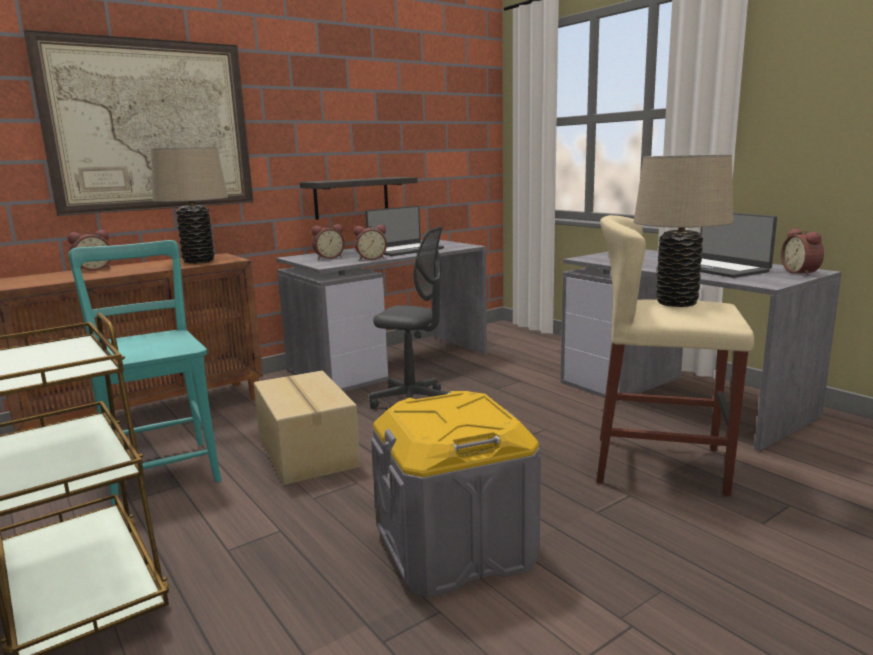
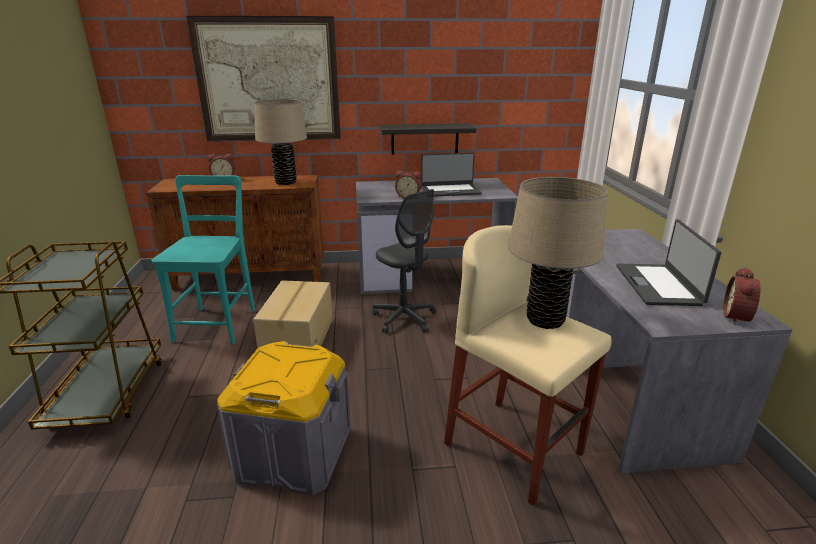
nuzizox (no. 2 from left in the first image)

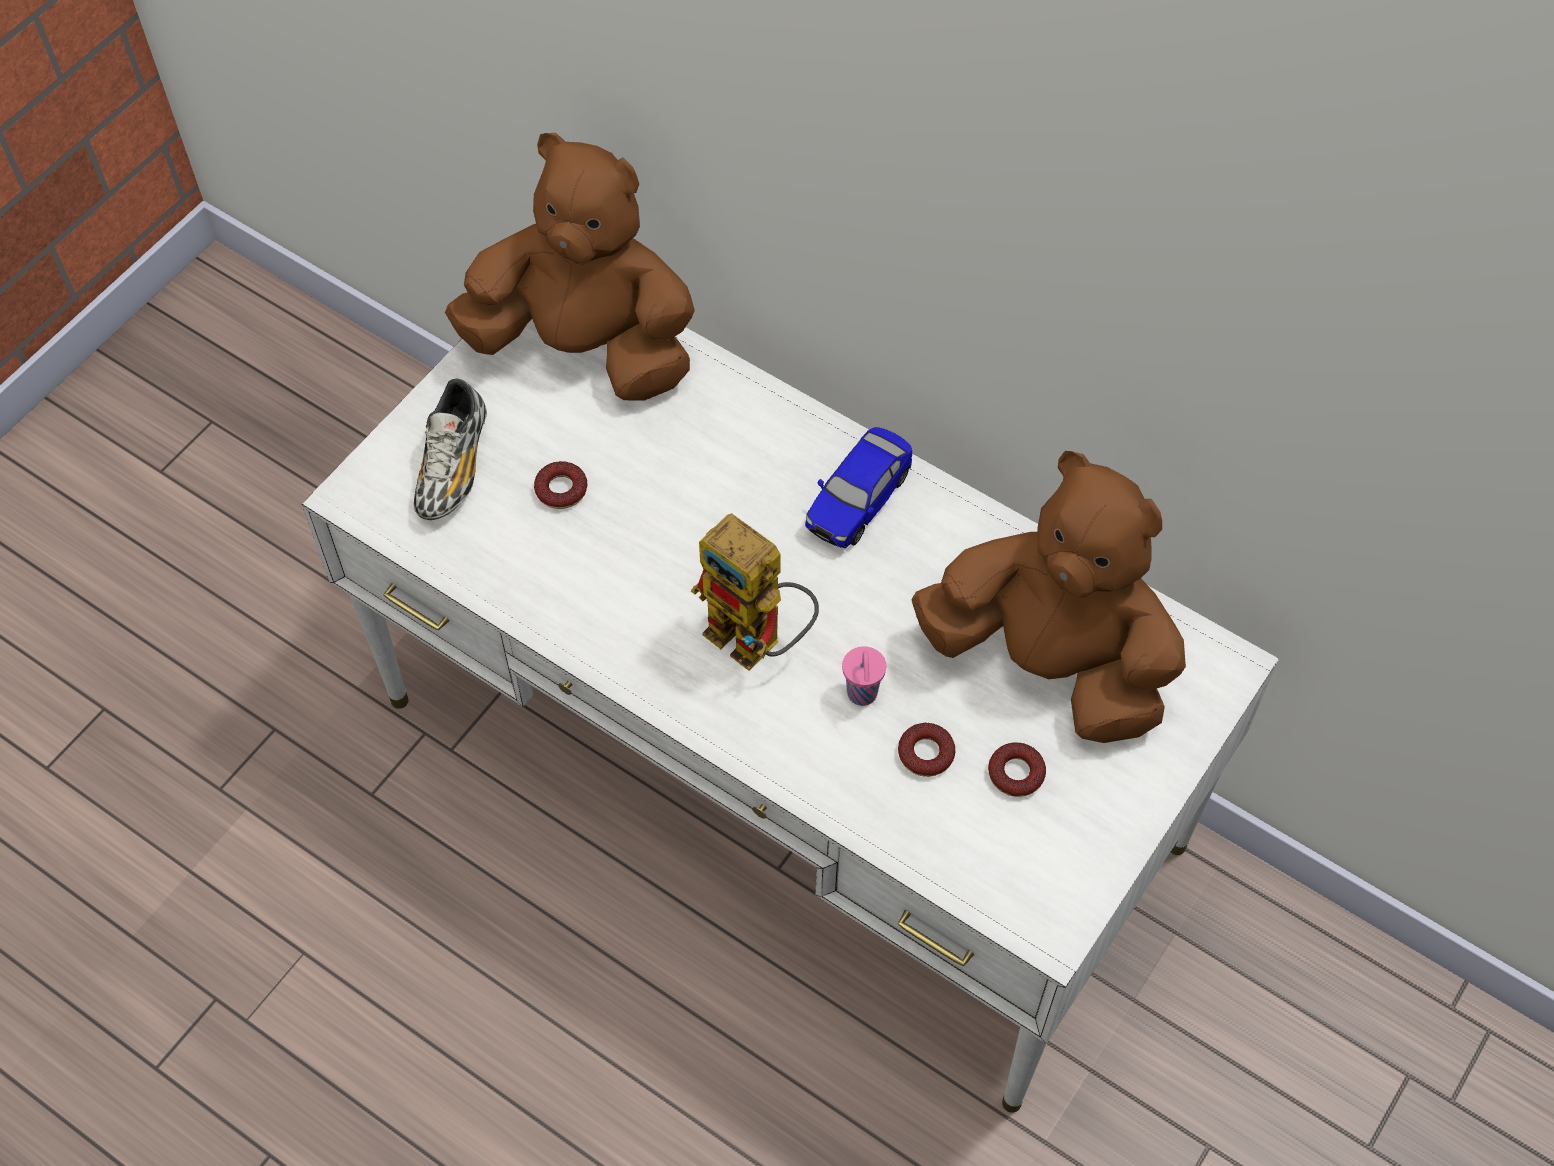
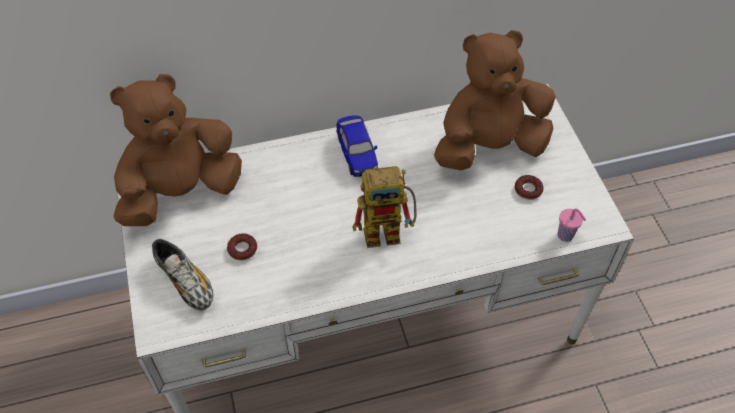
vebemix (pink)
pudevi (no. 2 from left in the first image)

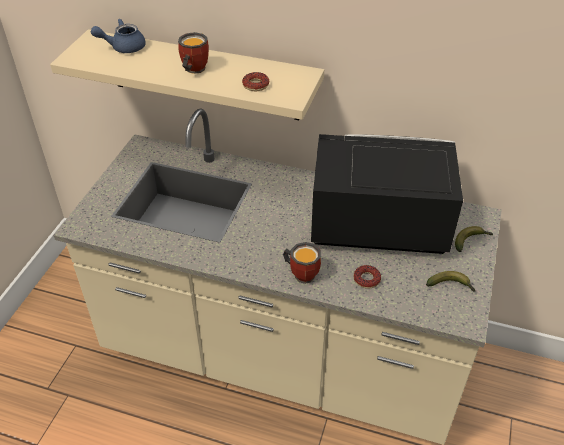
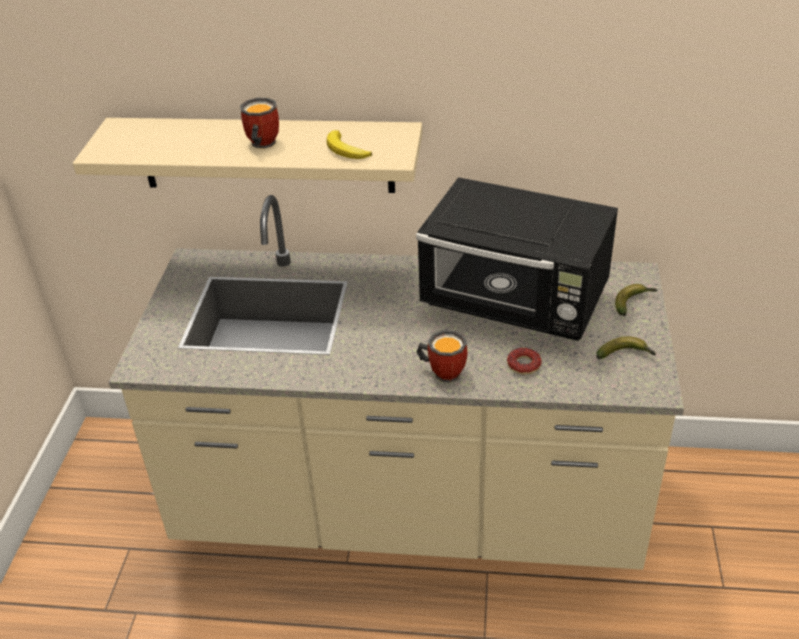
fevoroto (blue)
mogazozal (no. 1 from left)
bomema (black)

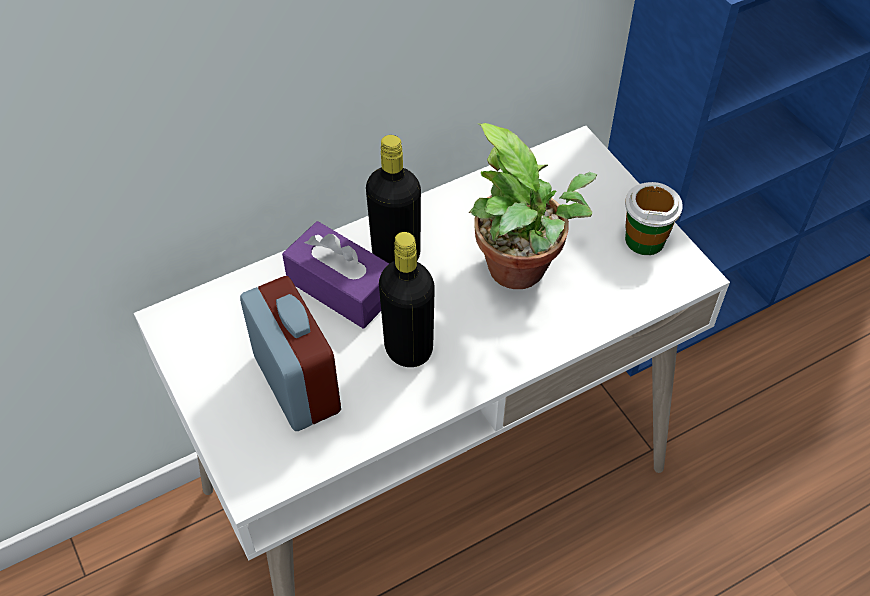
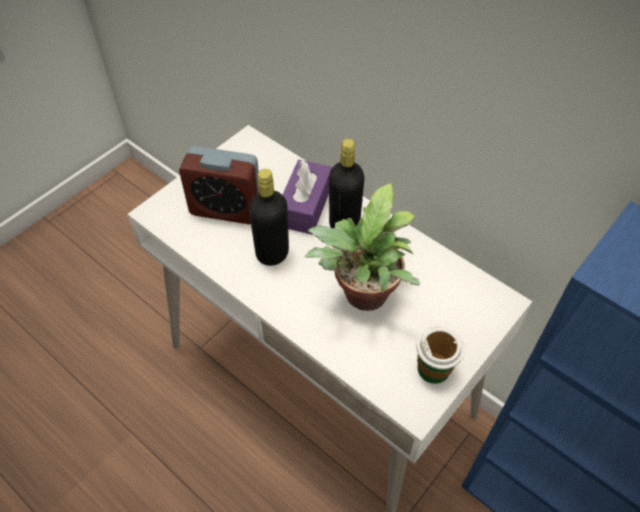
nuzizox

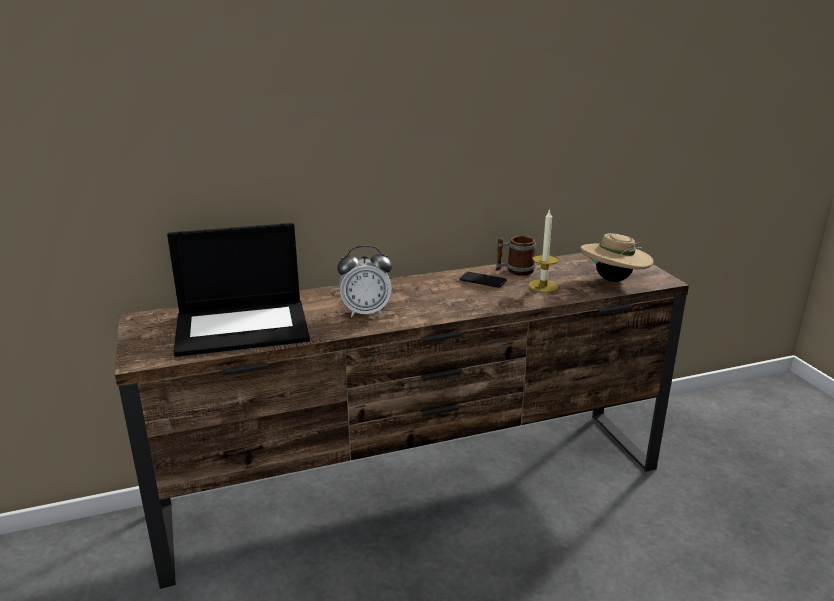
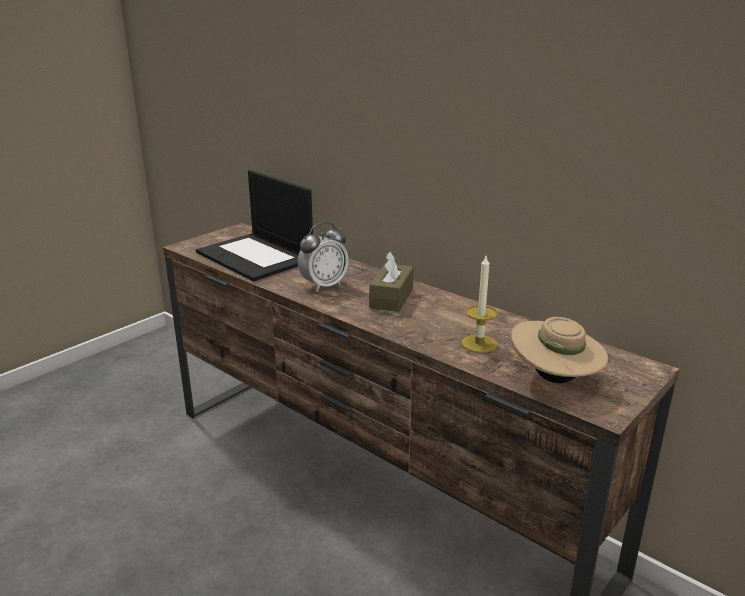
nuzizox
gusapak
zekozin
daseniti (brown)

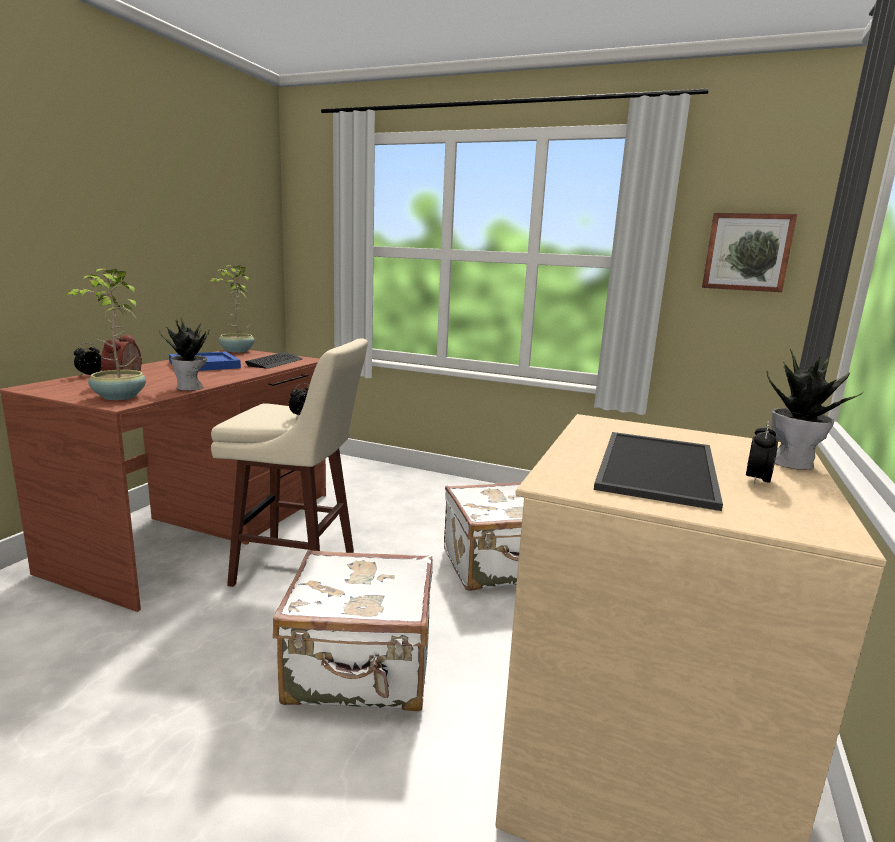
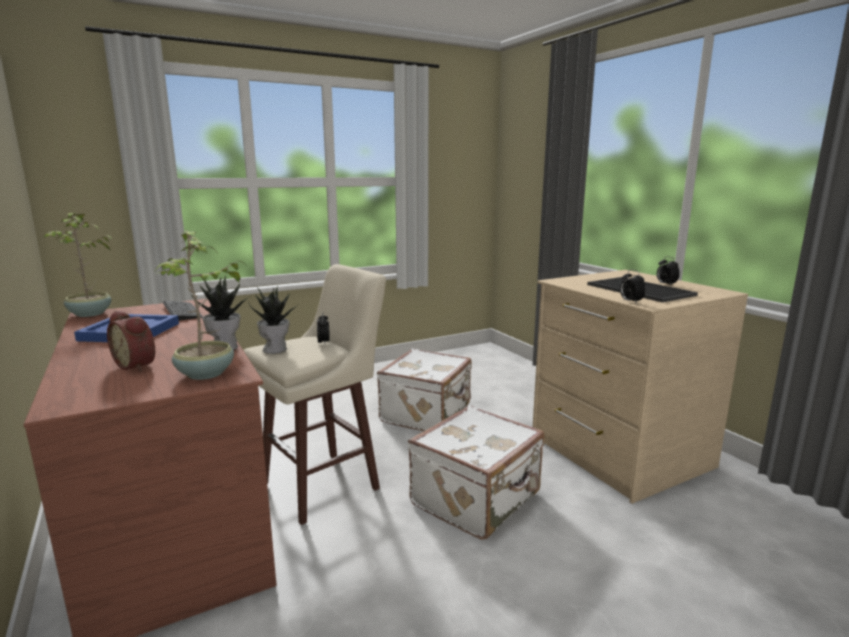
nuzizox (no. 3 from left)
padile
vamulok (no. 4 from left)

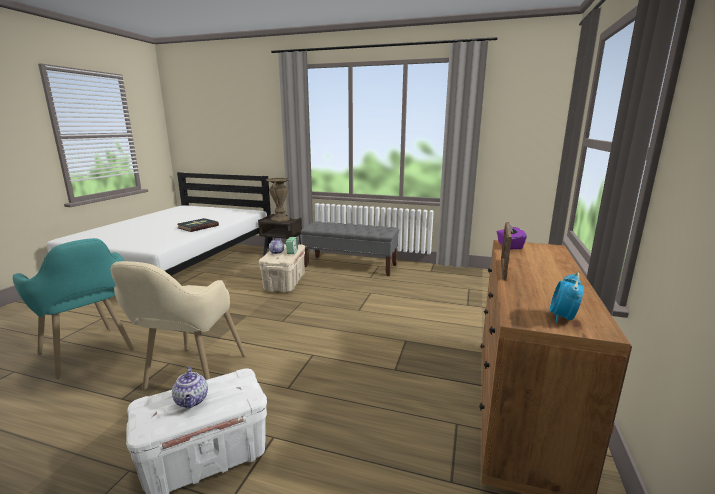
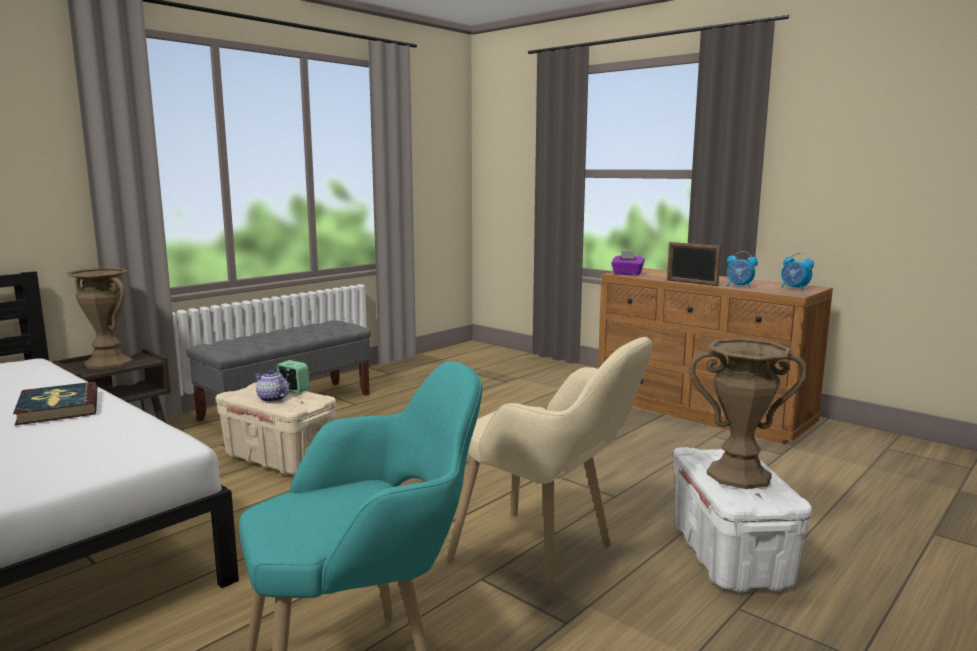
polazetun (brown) (no. 2 from left)
nuzizox (no. 2 from left)

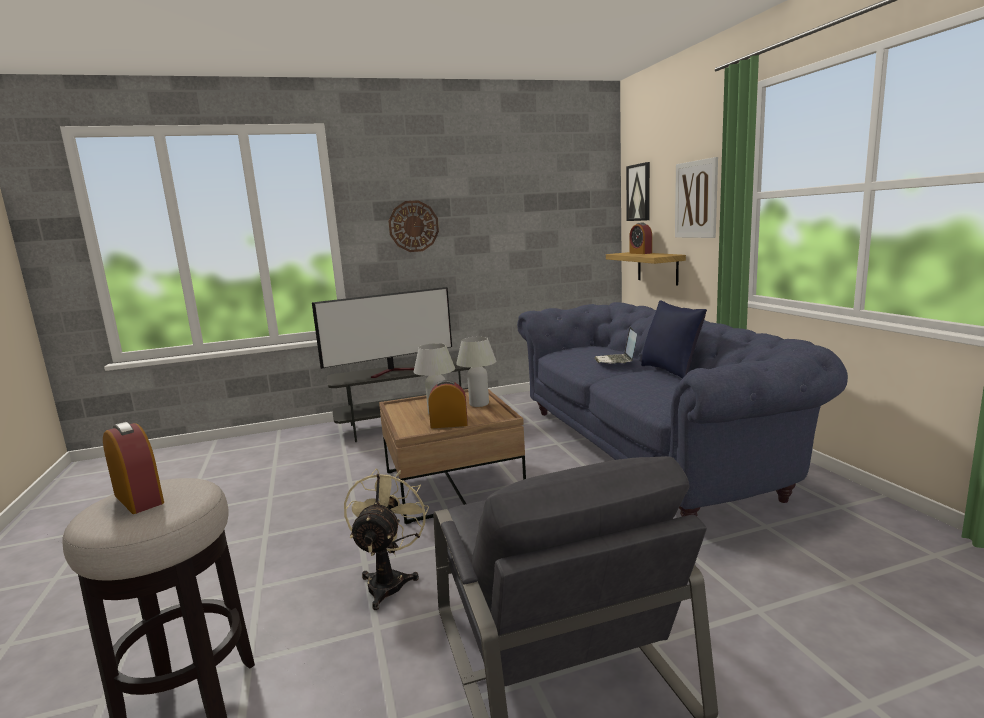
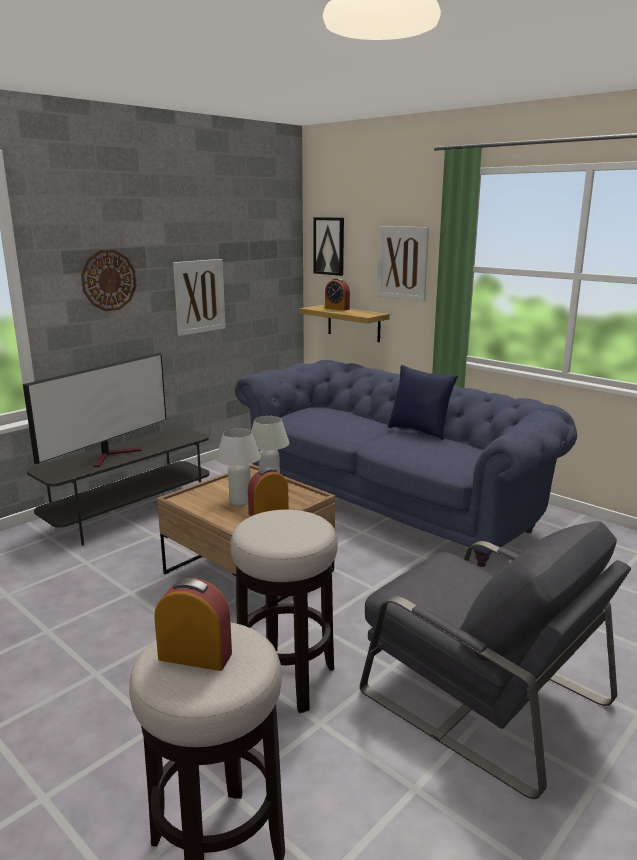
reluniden (no. 2 from left)
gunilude
padile (no. 1 from left)

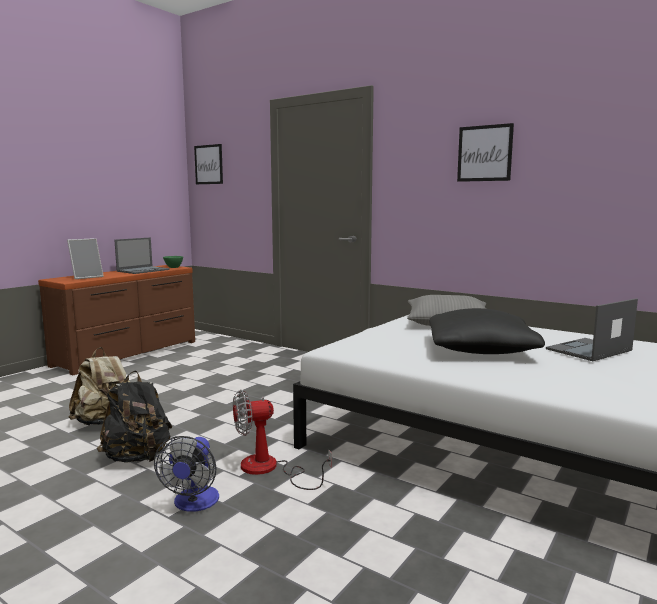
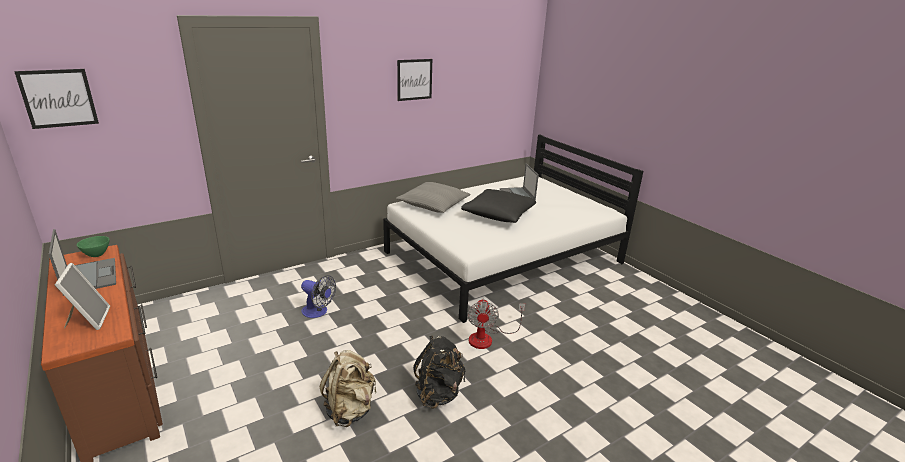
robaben (no. 1 from left)

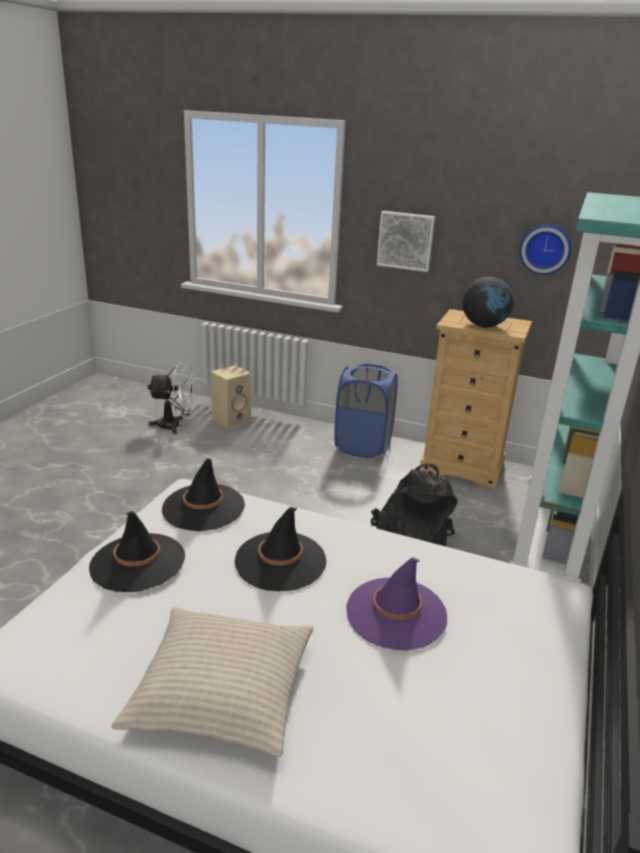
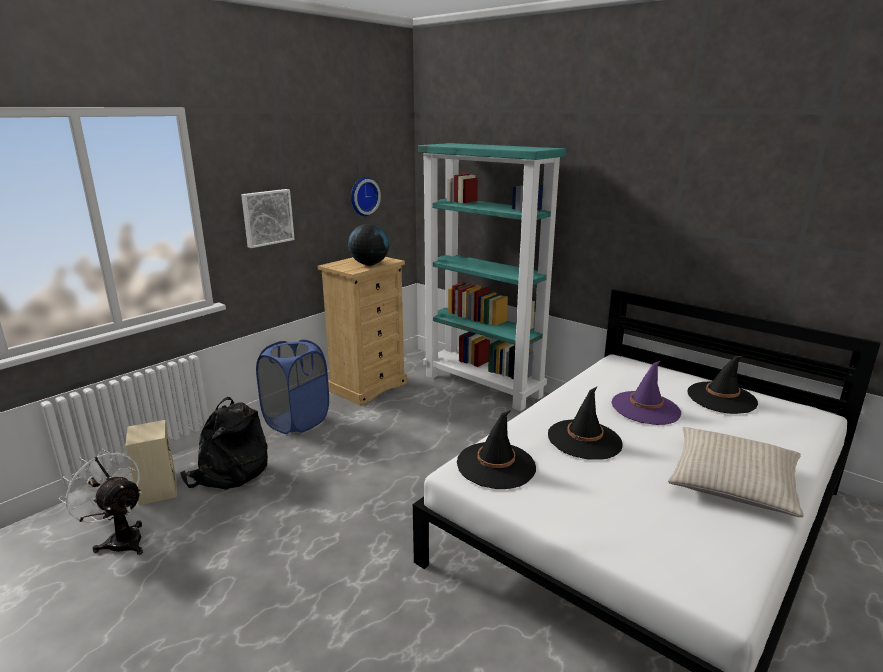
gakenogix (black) (no. 3 from left)
robaben (white)
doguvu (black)

